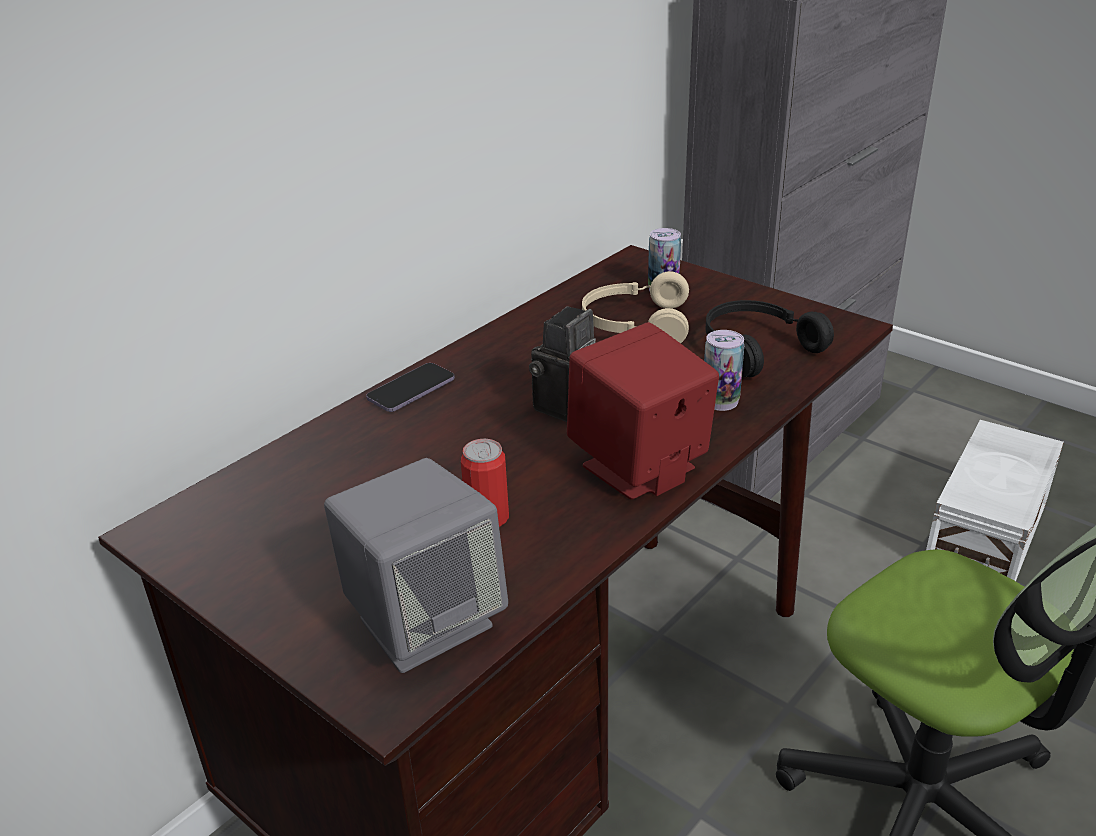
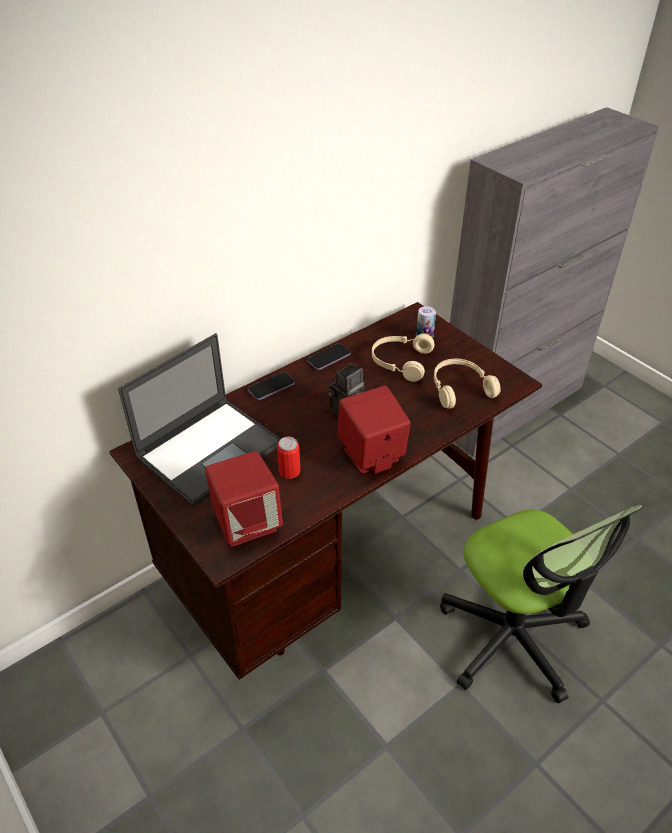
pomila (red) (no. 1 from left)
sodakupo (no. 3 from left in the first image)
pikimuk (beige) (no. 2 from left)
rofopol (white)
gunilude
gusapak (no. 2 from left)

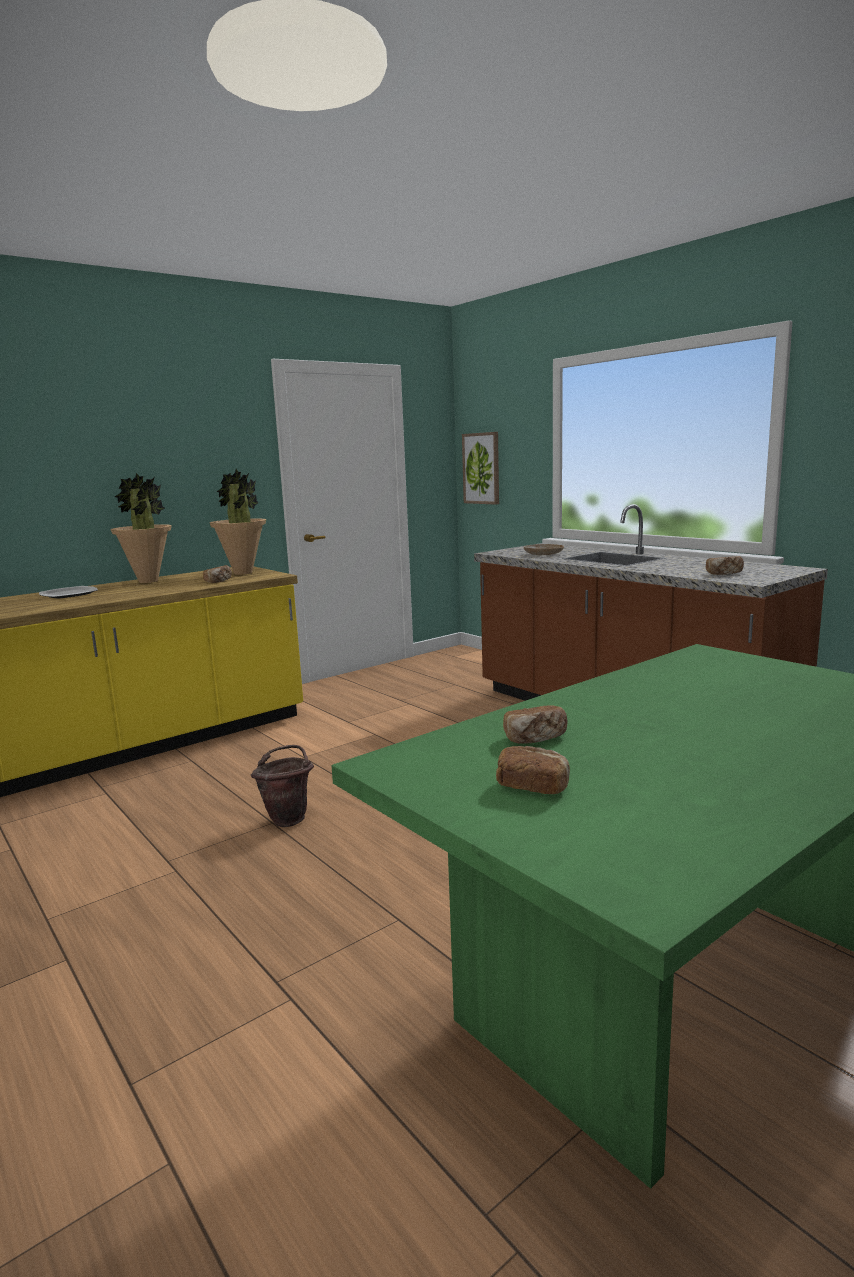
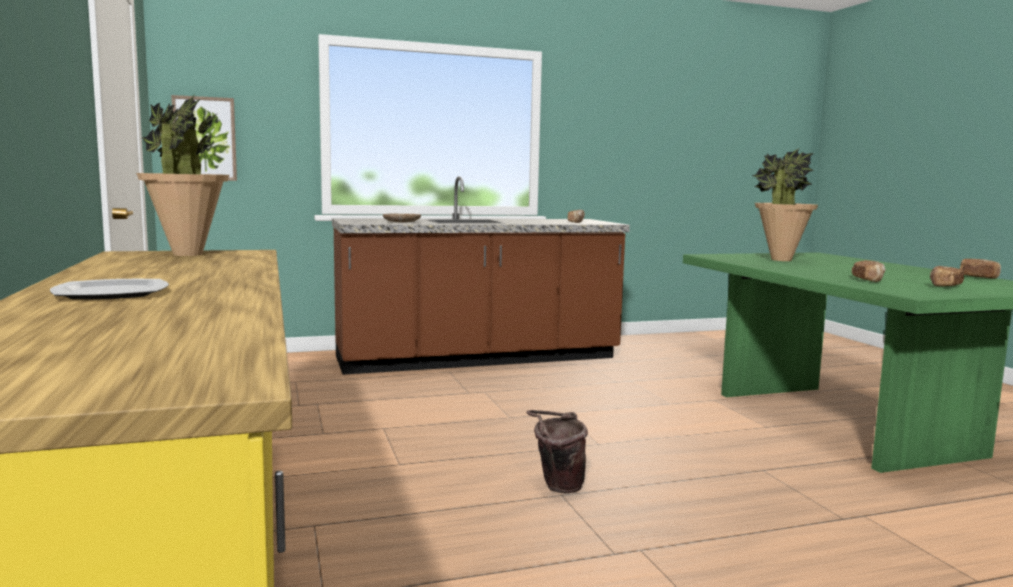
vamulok (no. 2 from left)
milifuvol (no. 4 from left)

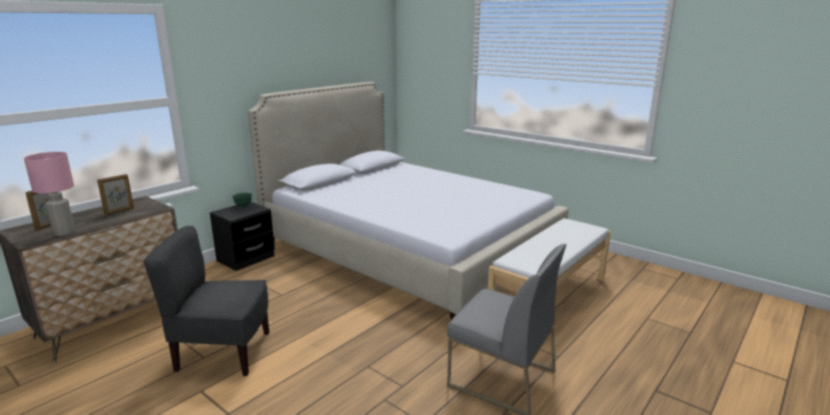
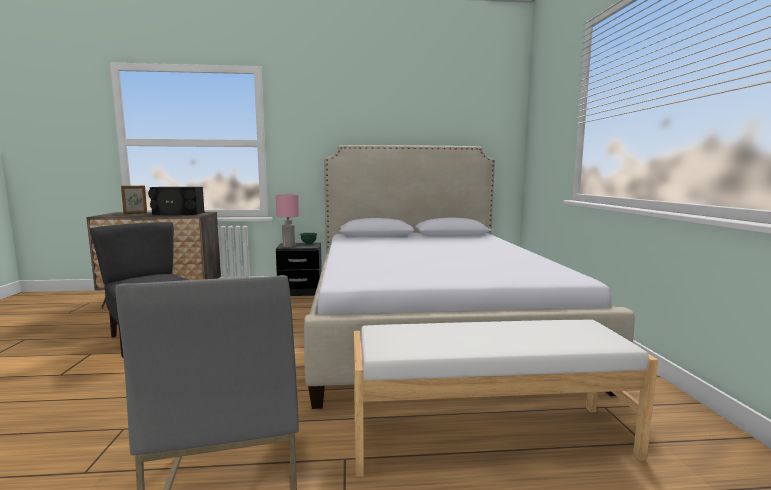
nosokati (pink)
pomila (black)

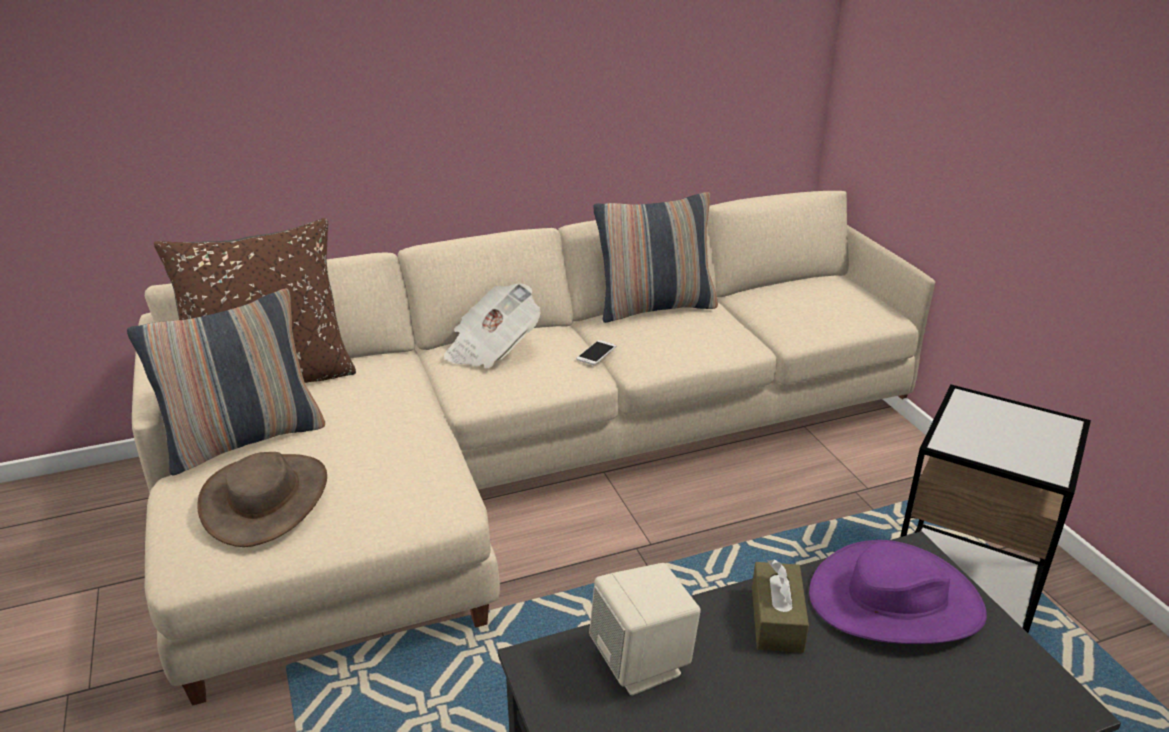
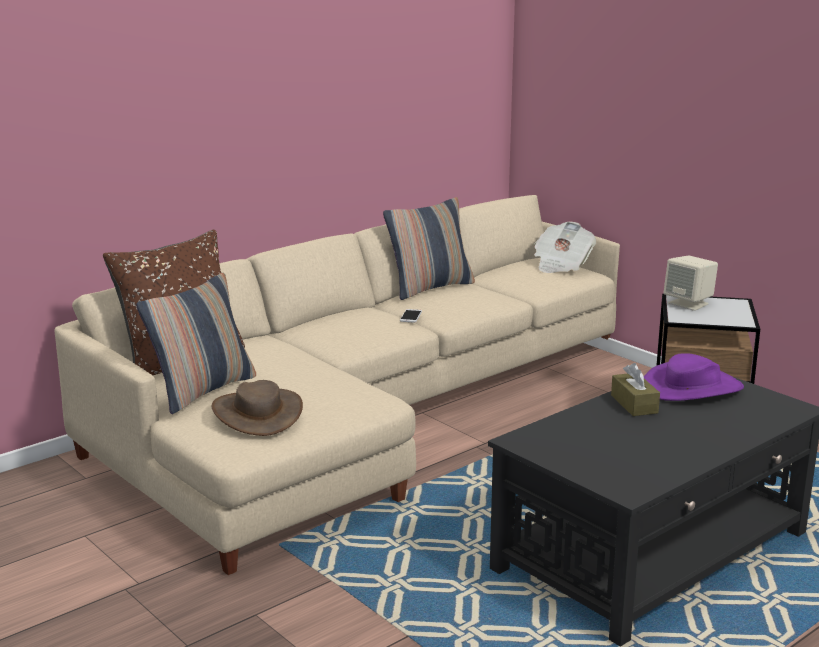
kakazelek
pomila (beige)

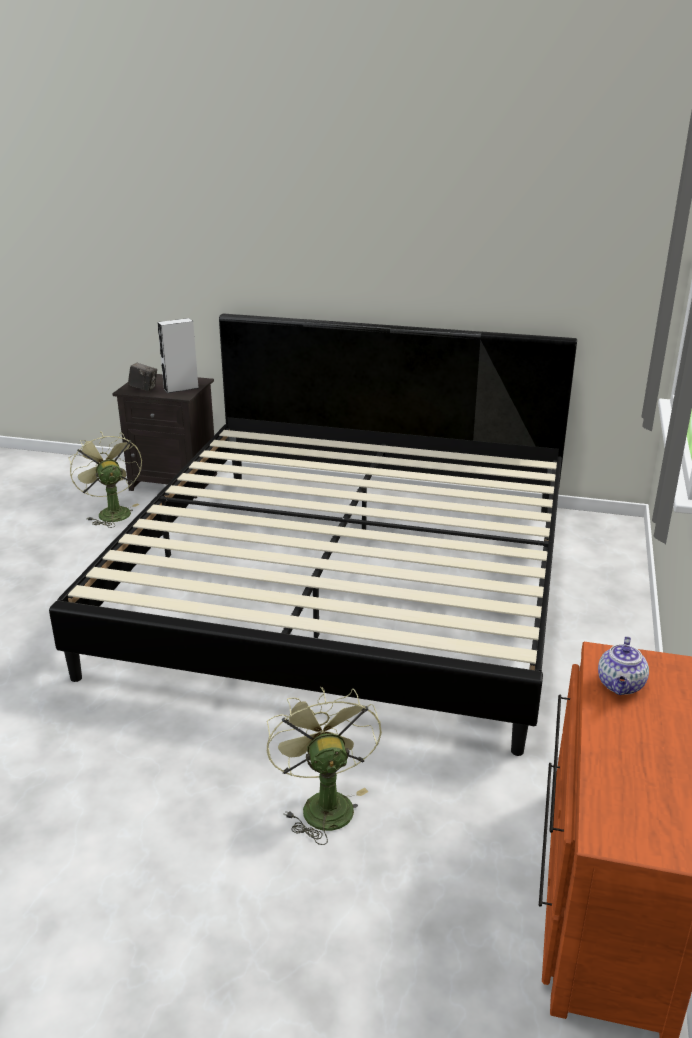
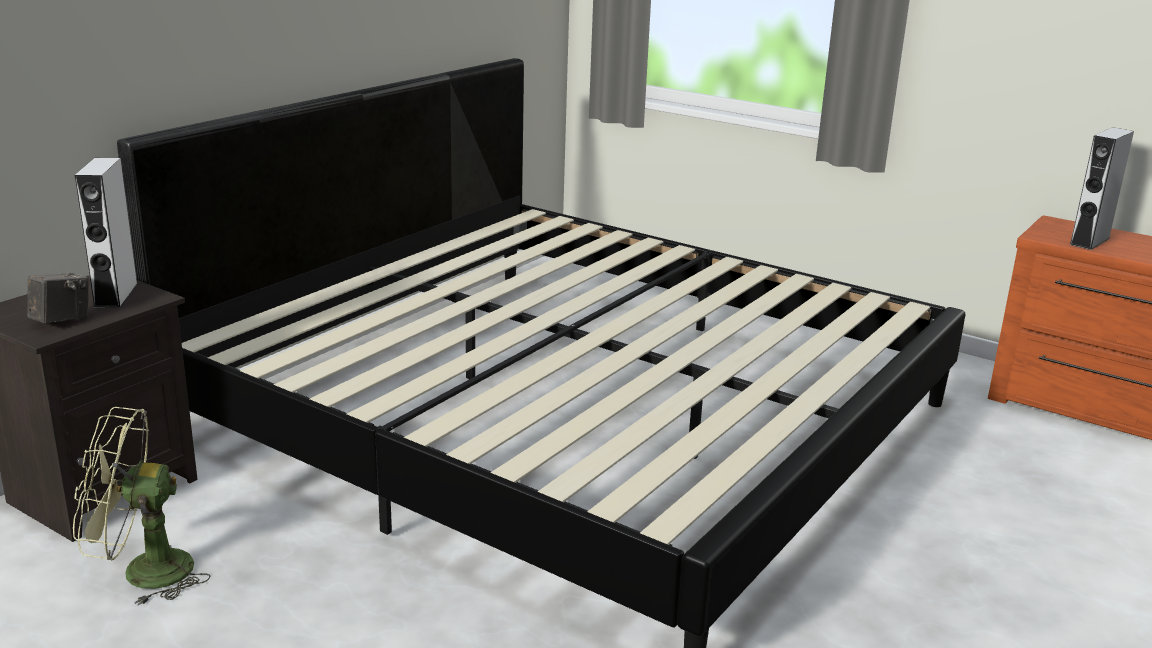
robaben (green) (no. 2 from left in the first image)
pomila (grey) (no. 2 from left)

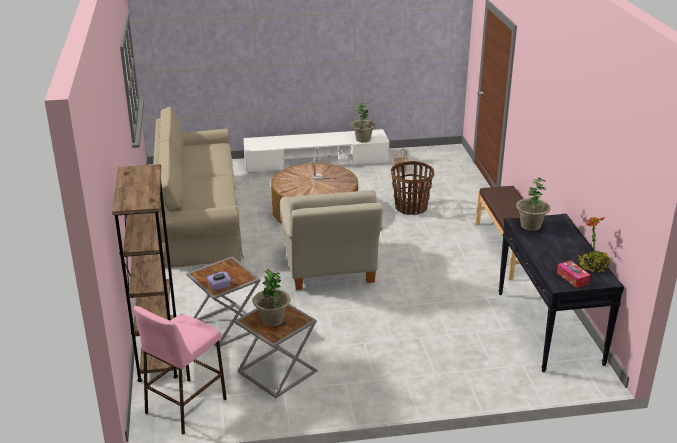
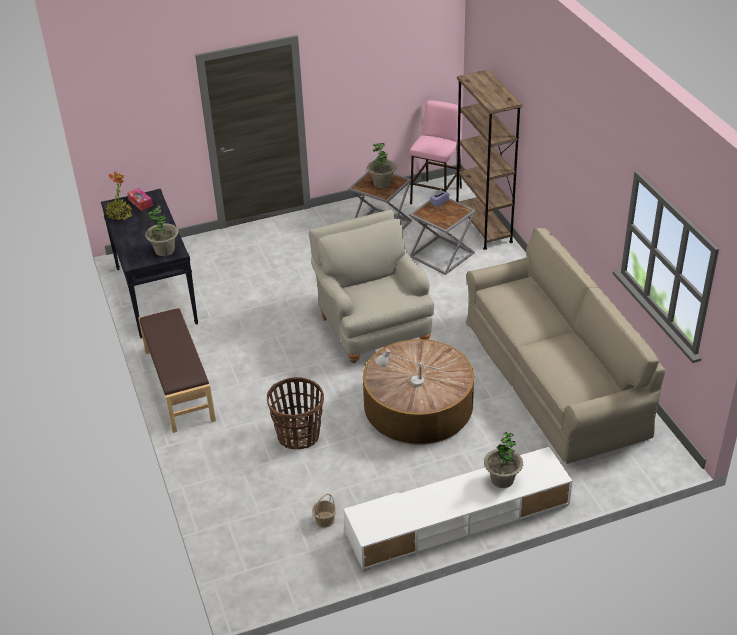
vamulok (no. 4 from left)

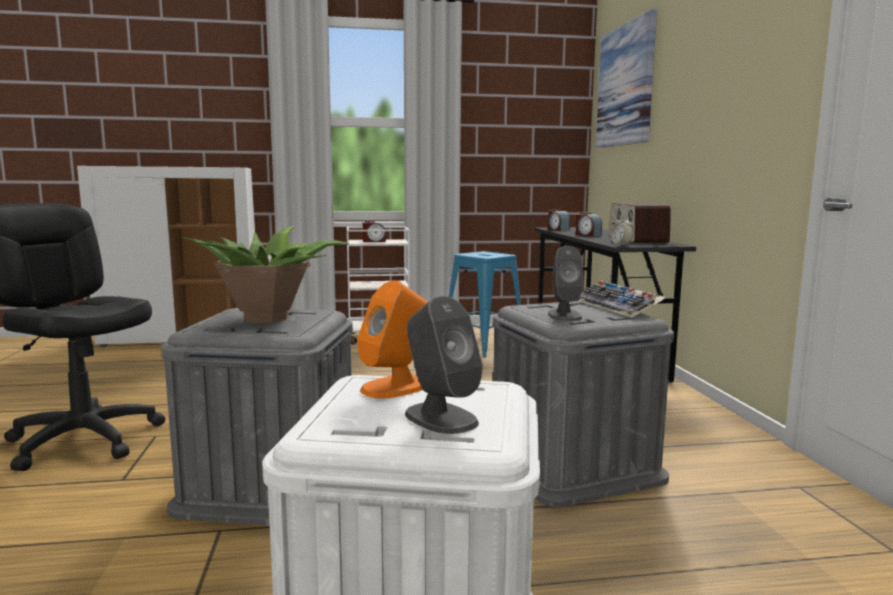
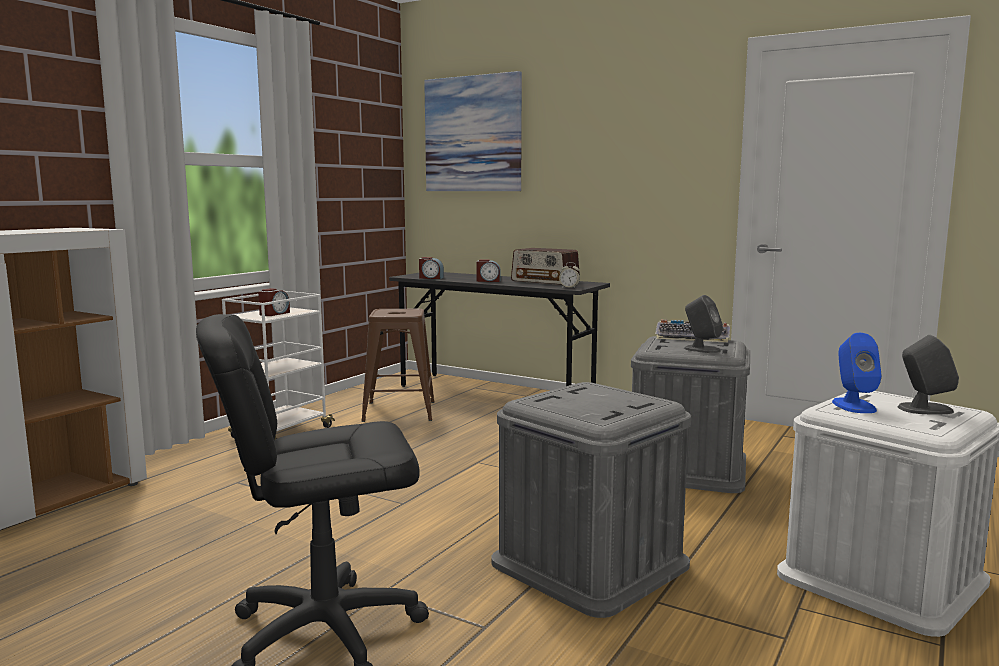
vamulok
pomila (blue)
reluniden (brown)

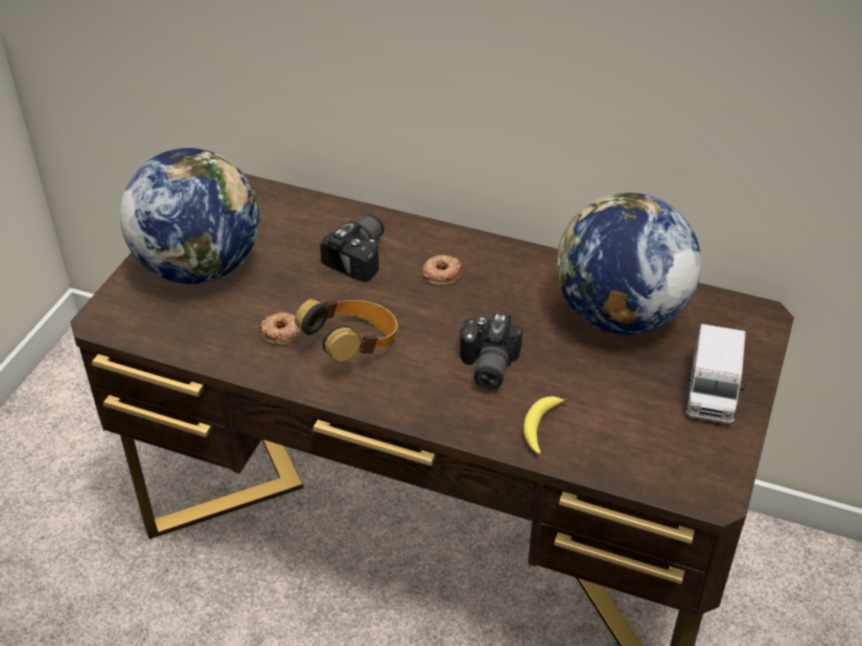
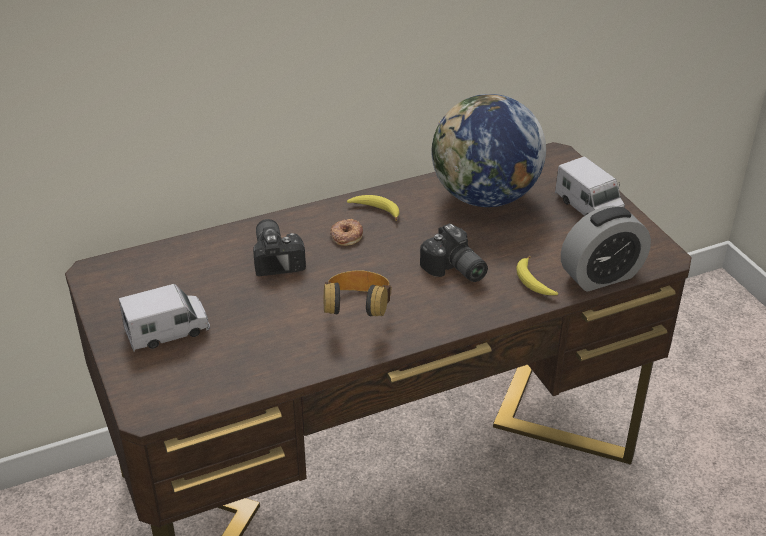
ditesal (no. 1 from left)
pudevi (no. 1 from left in the first image)
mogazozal (no. 1 from left)
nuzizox

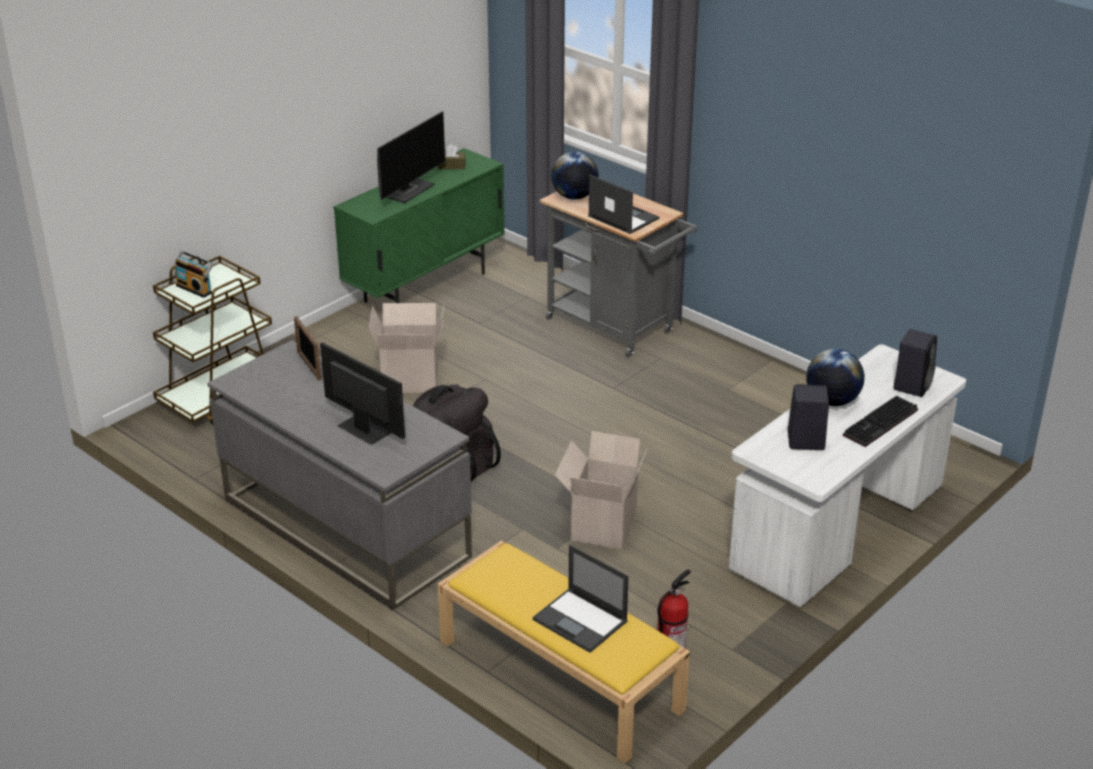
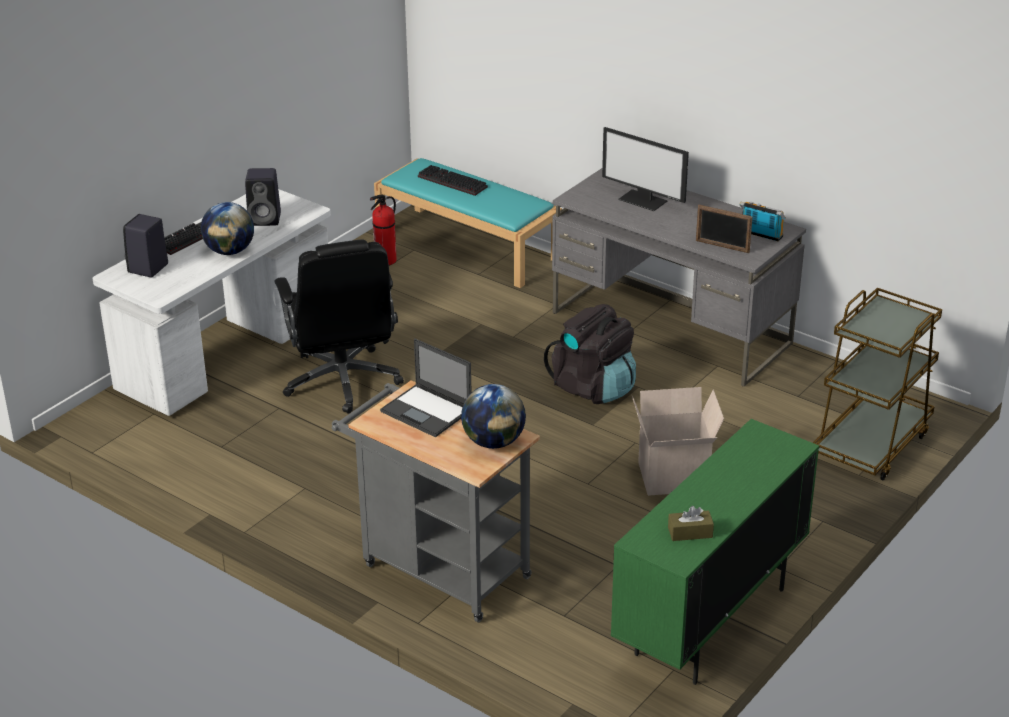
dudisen
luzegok
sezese (no. 2 from left in the first image)
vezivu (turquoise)
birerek (no. 2 from left)
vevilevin (no. 2 from left in the first image)
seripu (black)

